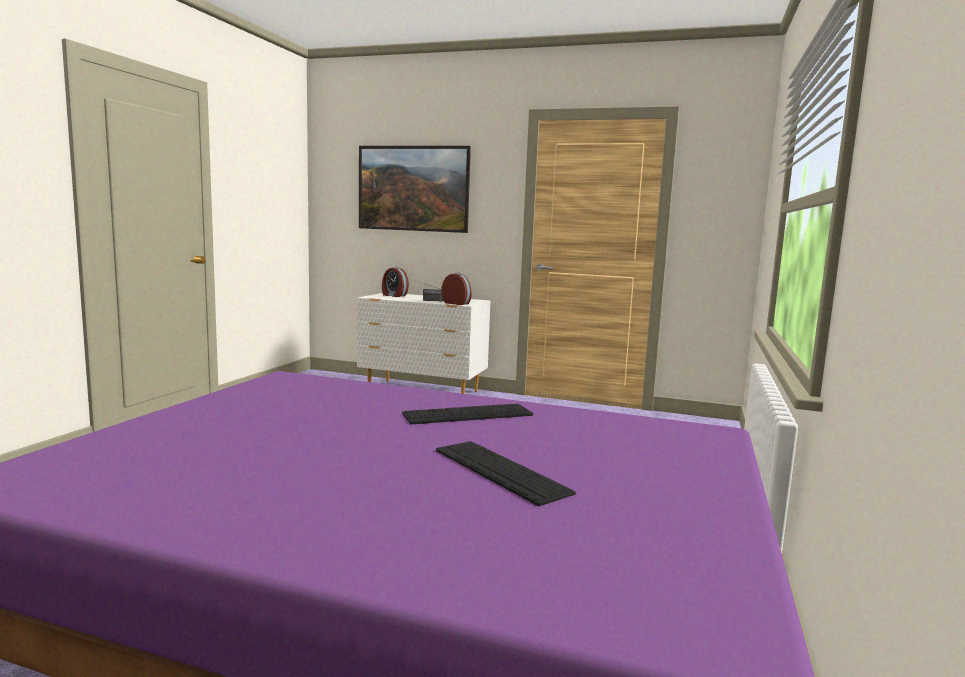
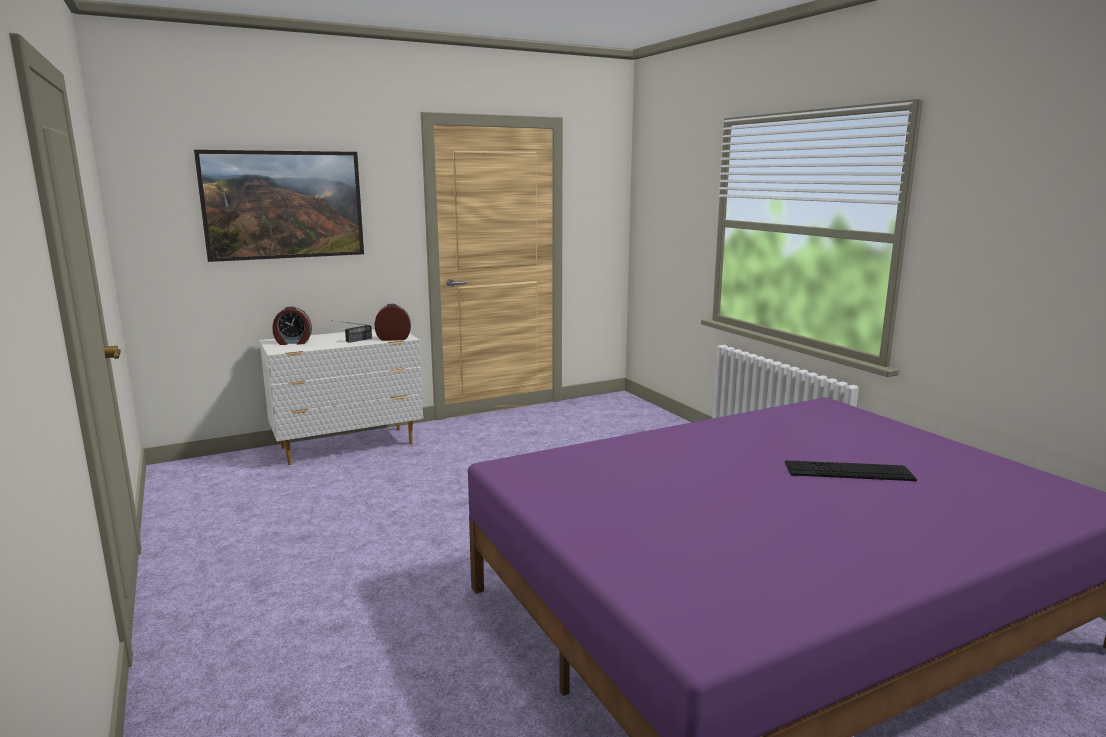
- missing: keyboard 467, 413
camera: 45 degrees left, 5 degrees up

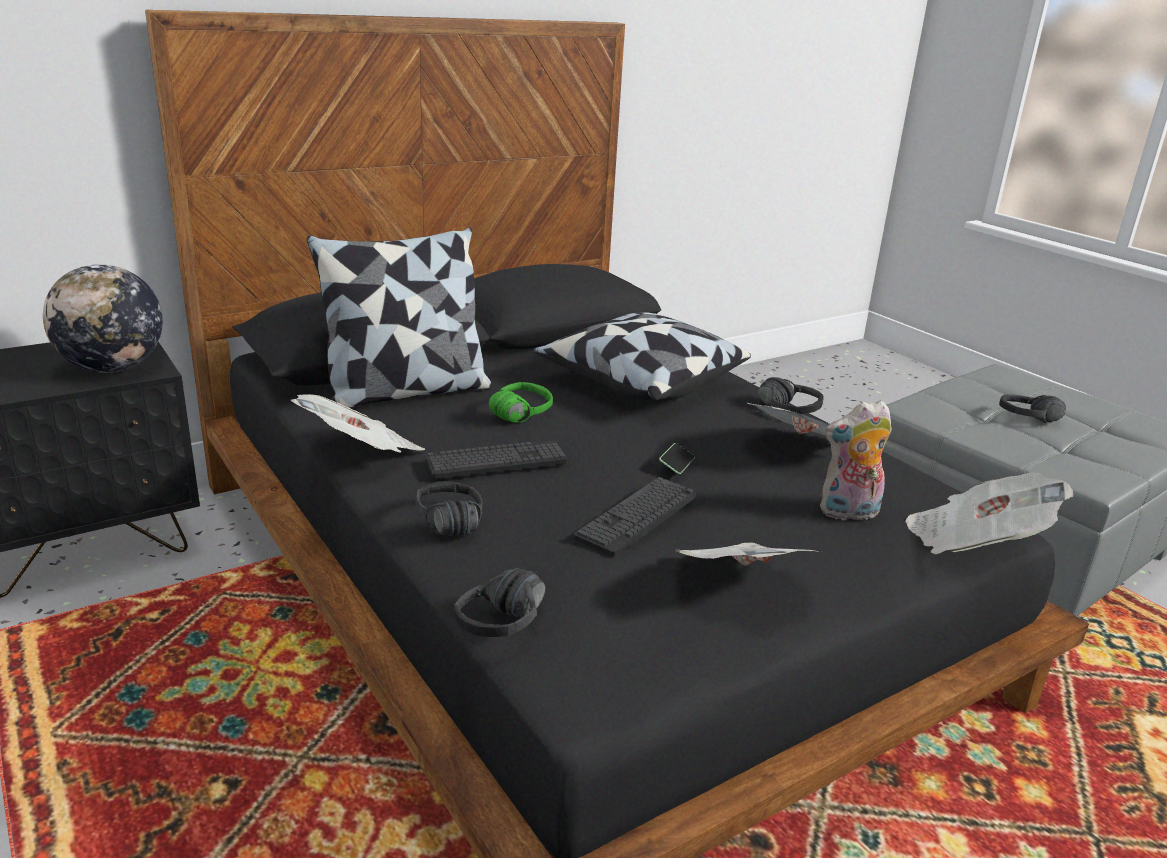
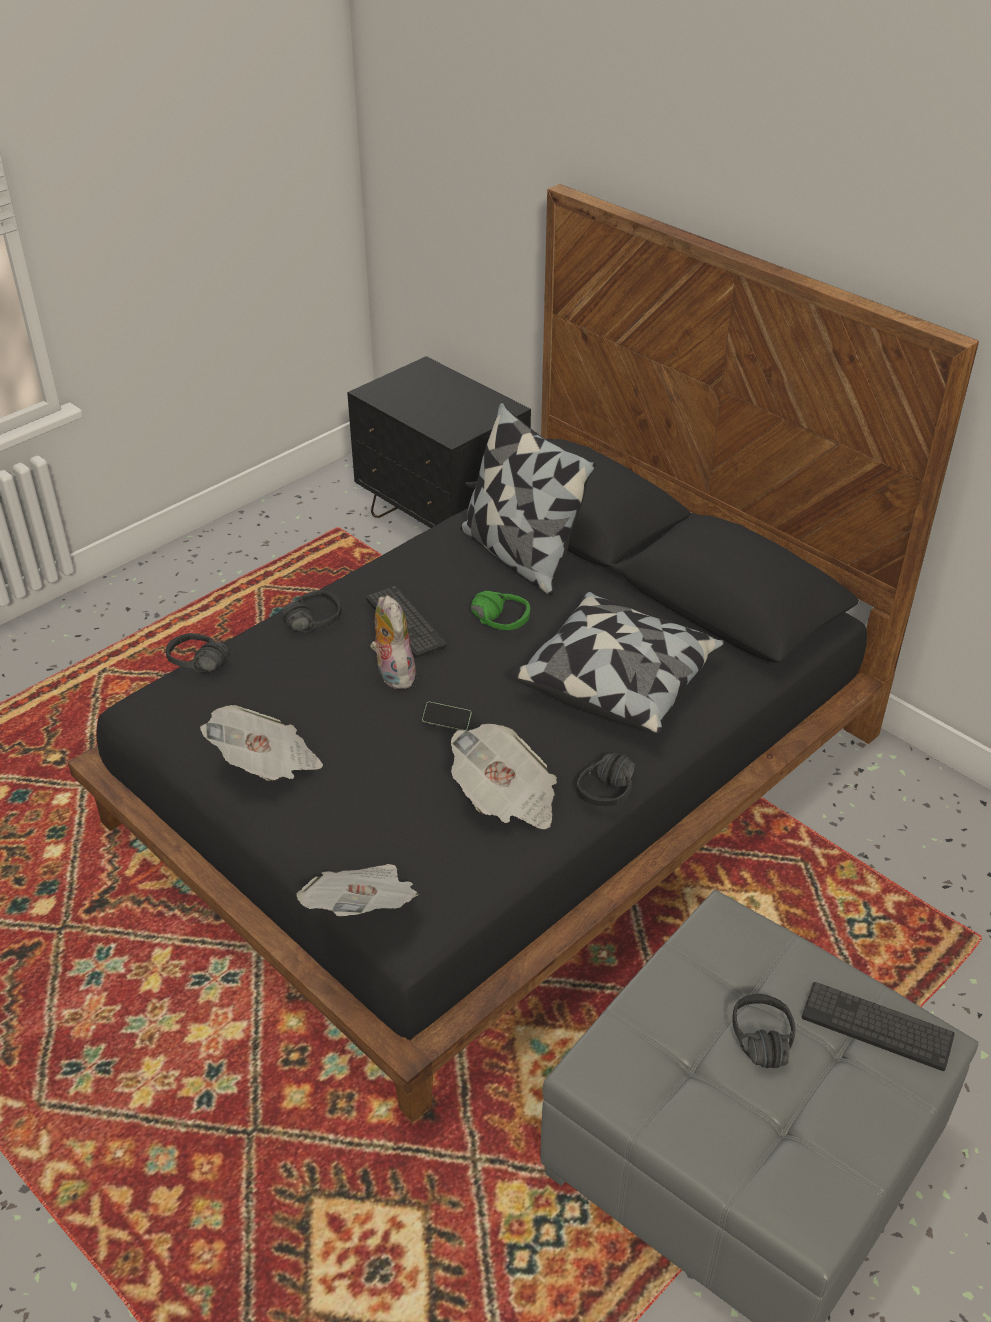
- relocated: cuddly toy 856, 460 to 393, 642
- relocated: keyboard 635, 517 to 878, 1026
- missing: world globe 103, 318
- missing: printed paper 357, 423
camera: 80 degrees right, 15 degrees up

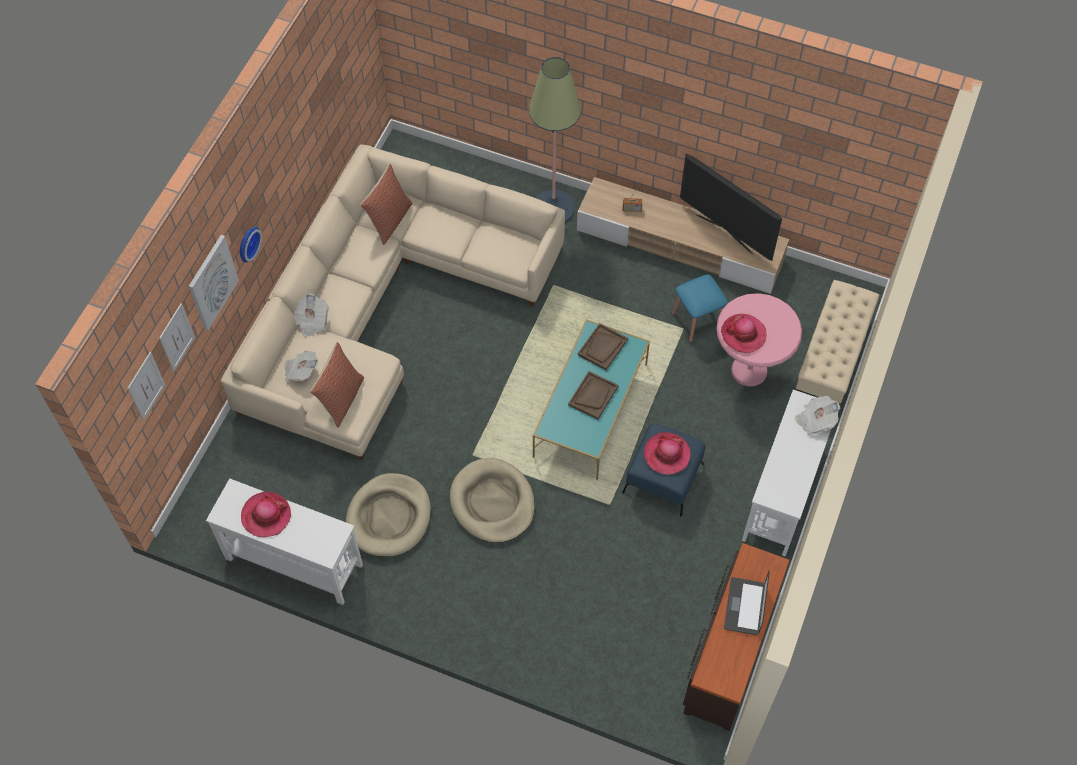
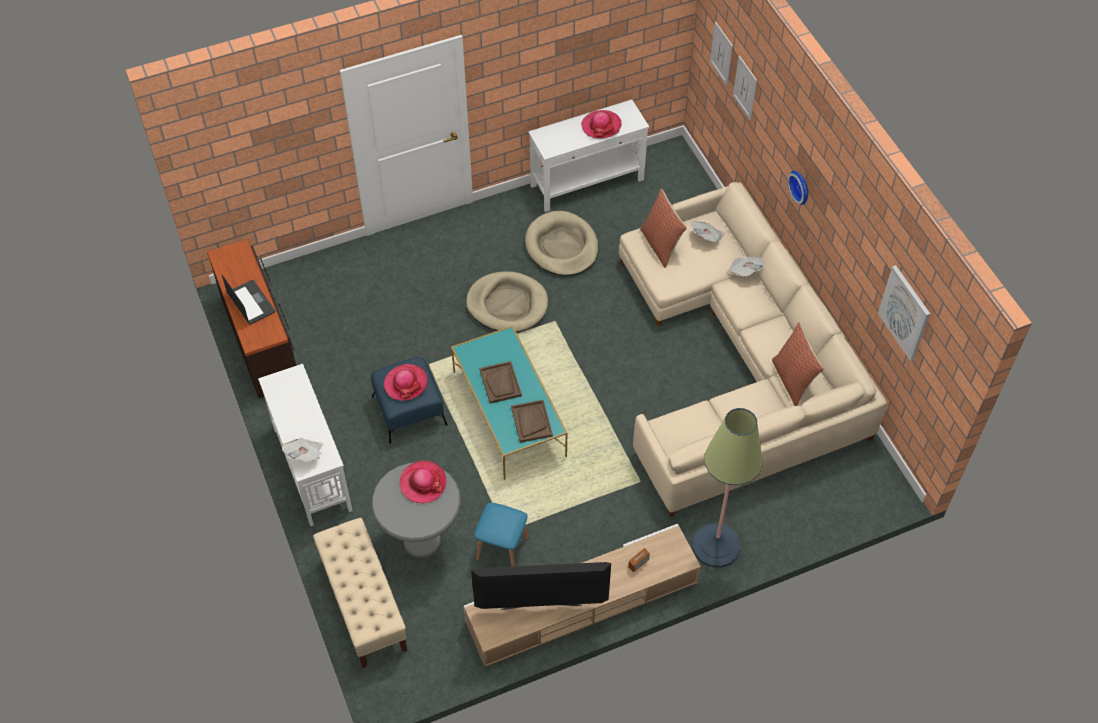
- colour: pink accent table 759, 339 to gray accent table 416, 510
- relocated: wall picture 214, 282 to 904, 313
camera: 135 degrees right, 5 degrees down

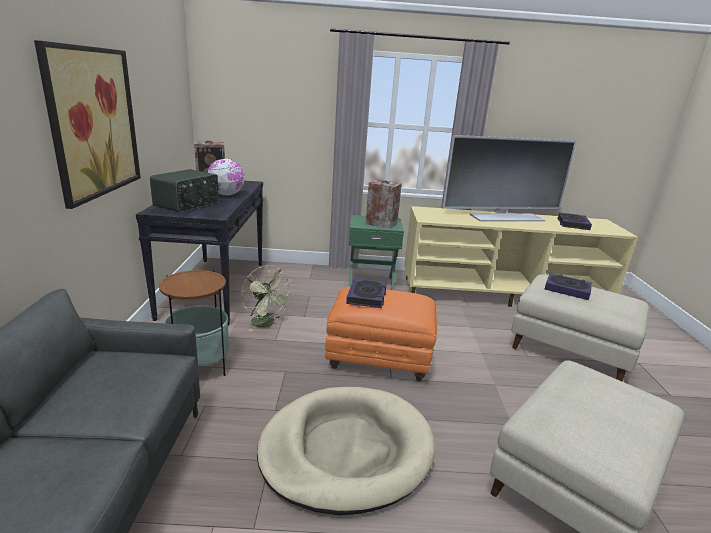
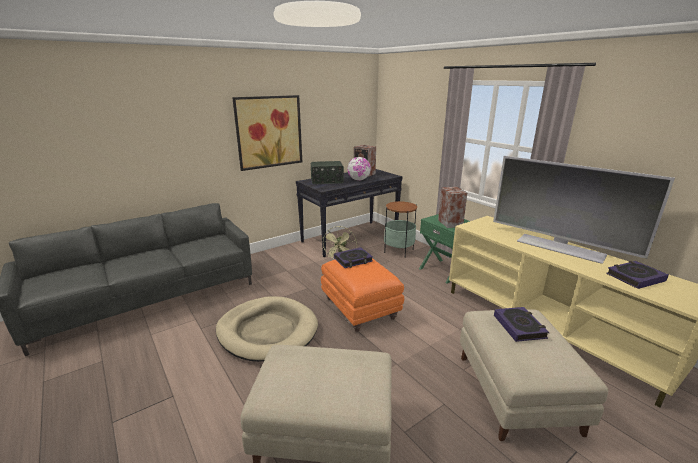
- relocated: accent table 194, 323 to 400, 229
camera: 55 degrees right, 0 degrees up

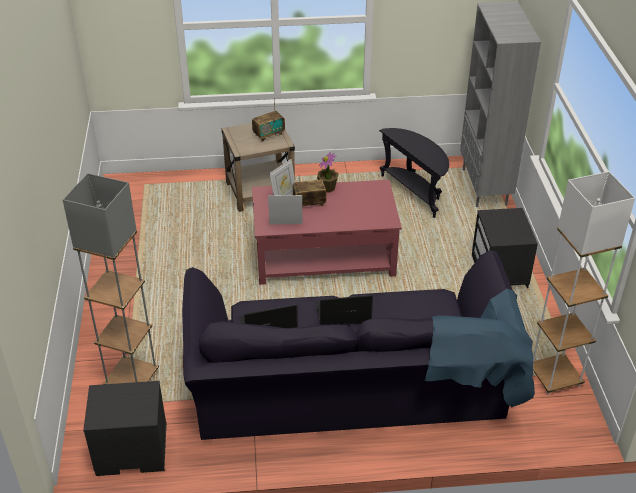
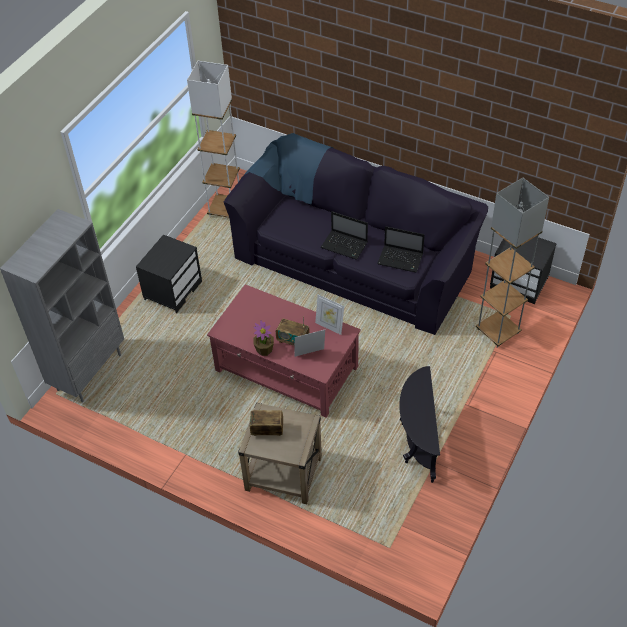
- relocated: black-coloured accent table 414, 173 to 419, 424
camera: 145 degrees left, 10 degrees up

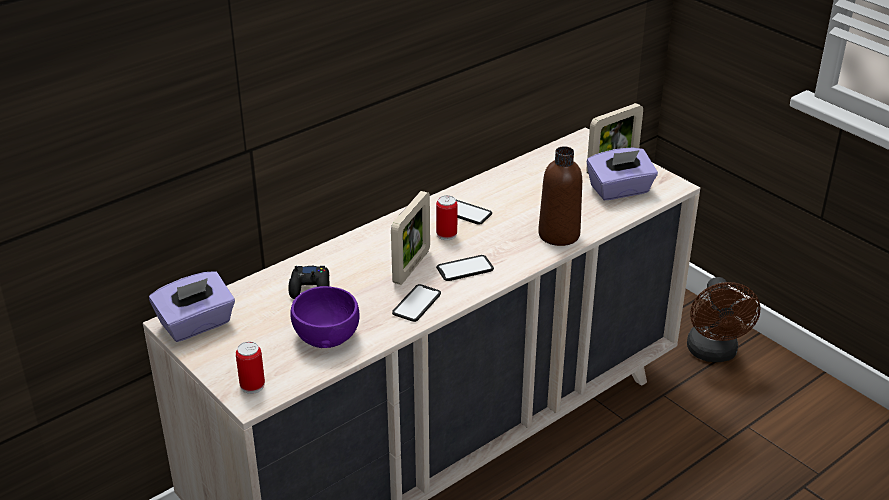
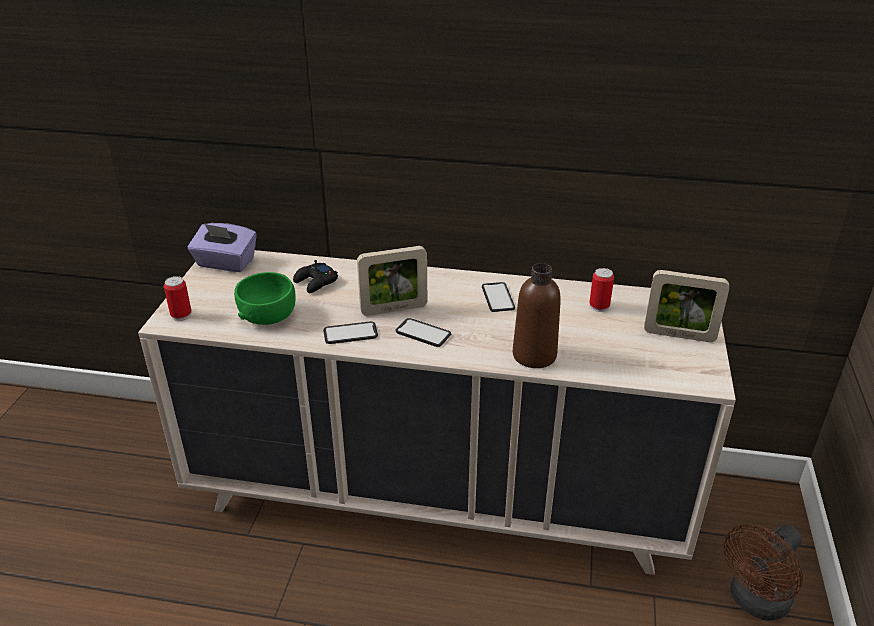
- colour: purple-coloured bowl 325, 317 to greenish bowl 265, 298
- relocated: sealed can 447, 217 to 601, 290
- missing: purple-coloured tissue box 622, 174
camera: 50 degrees right, 0 degrees up

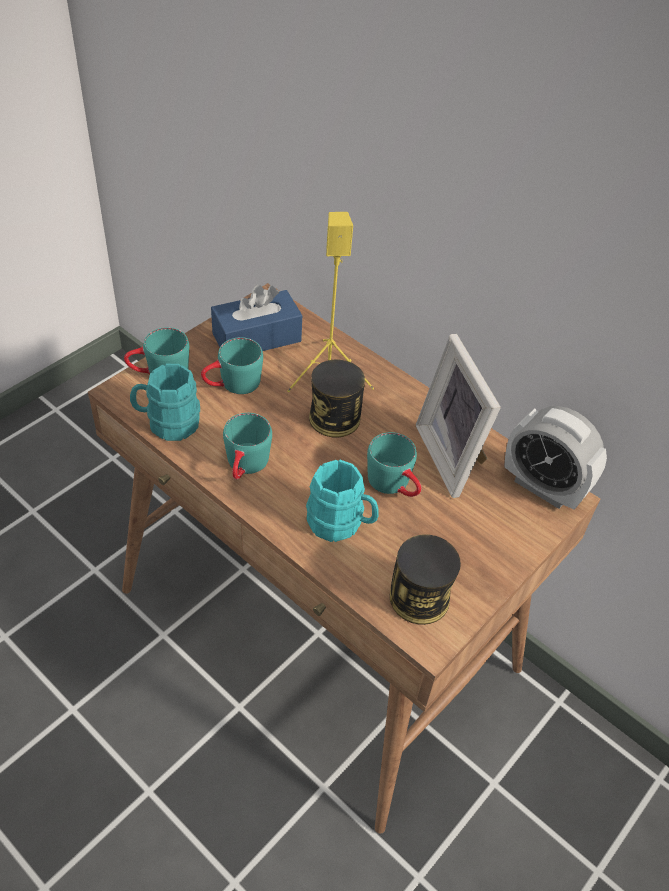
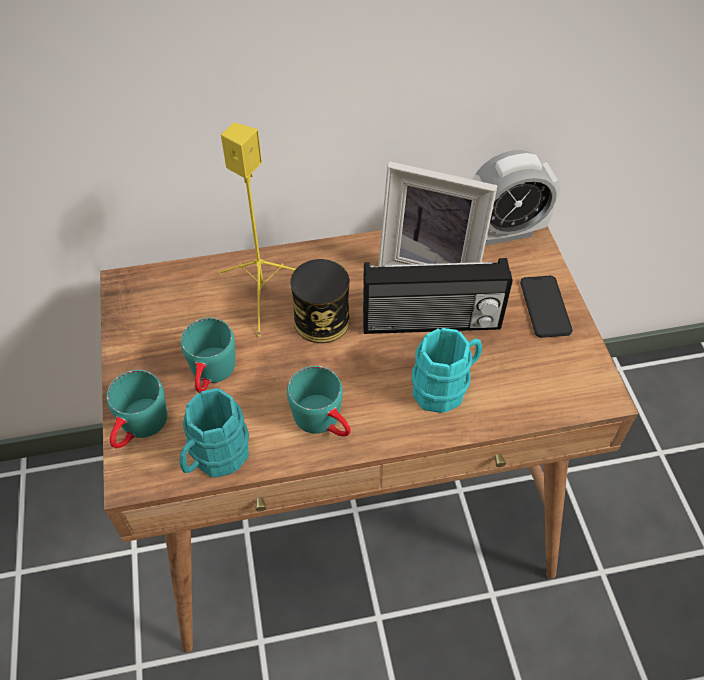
- exchanged: turquoise-coloured coffee mug 394, 464 to radio set 438, 296
- appeared: phone 546, 307
- missing: bluish tissue box 256, 318
- missing: sealed can 425, 579
camera: 50 degrees left, 5 degrees up

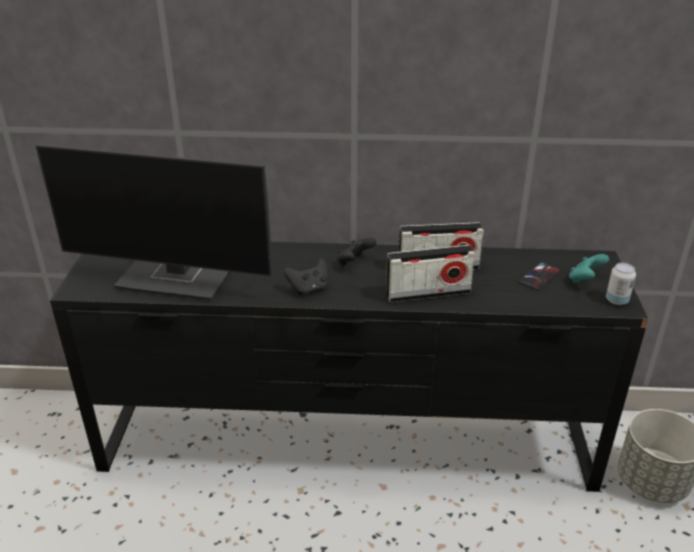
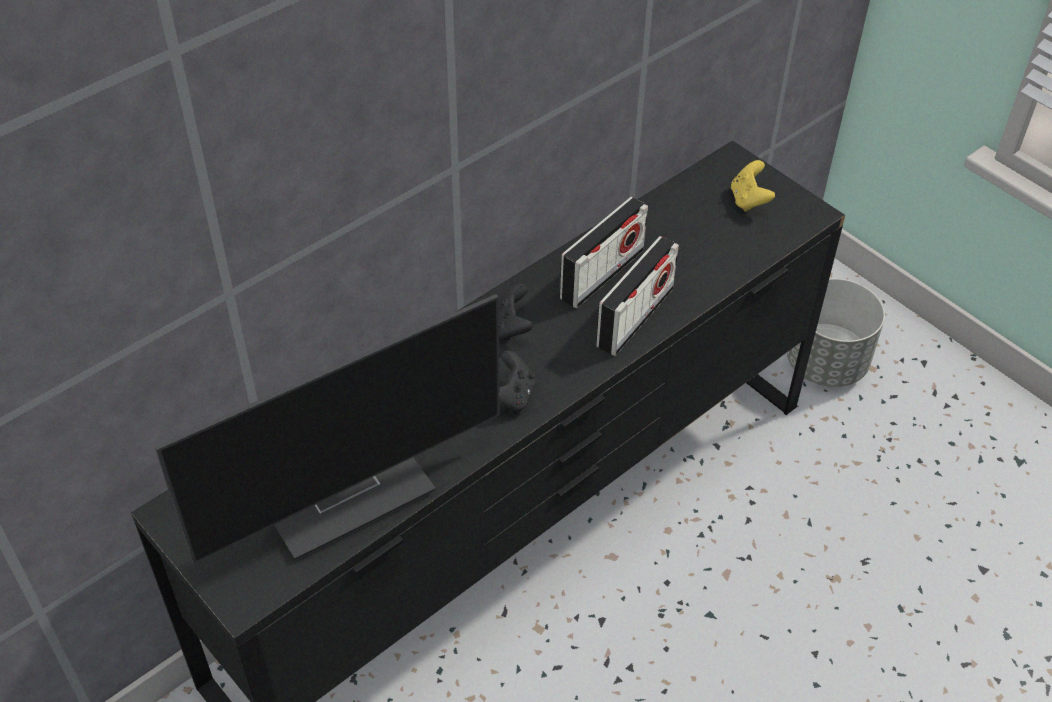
- colour: turquoise-coloured joypad 589, 268 to yellowish joypad 753, 186
- missing: phone 539, 276
- missing: sealed can 621, 284
camera: 45 degrees left, 15 degrees up

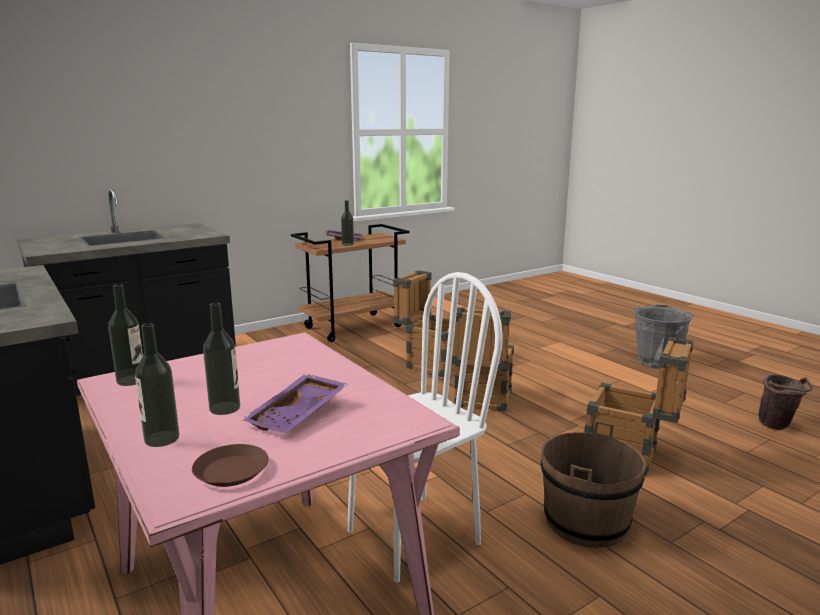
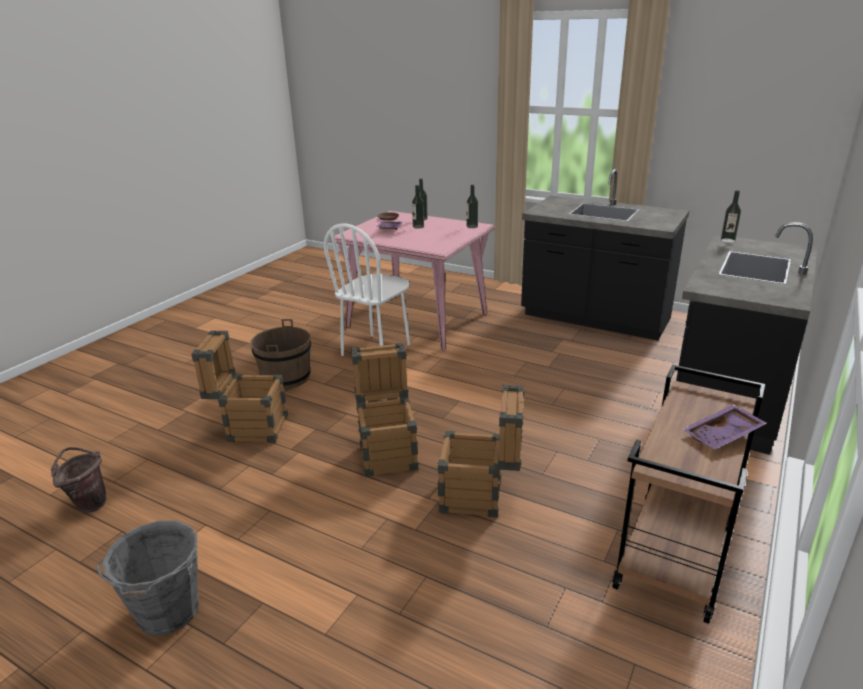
- relocated: bottle 347, 223 to 731, 216
camera: 155 degrees right, 10 degrees up

